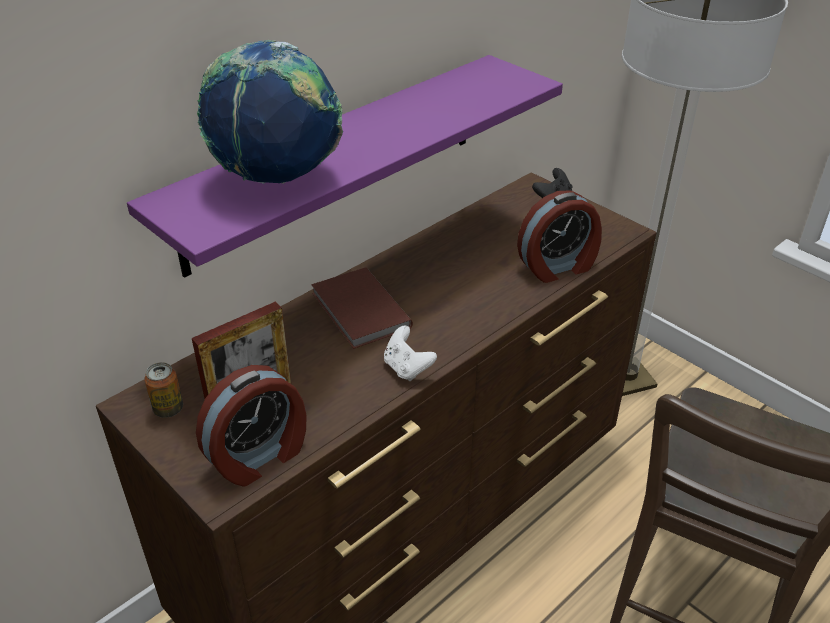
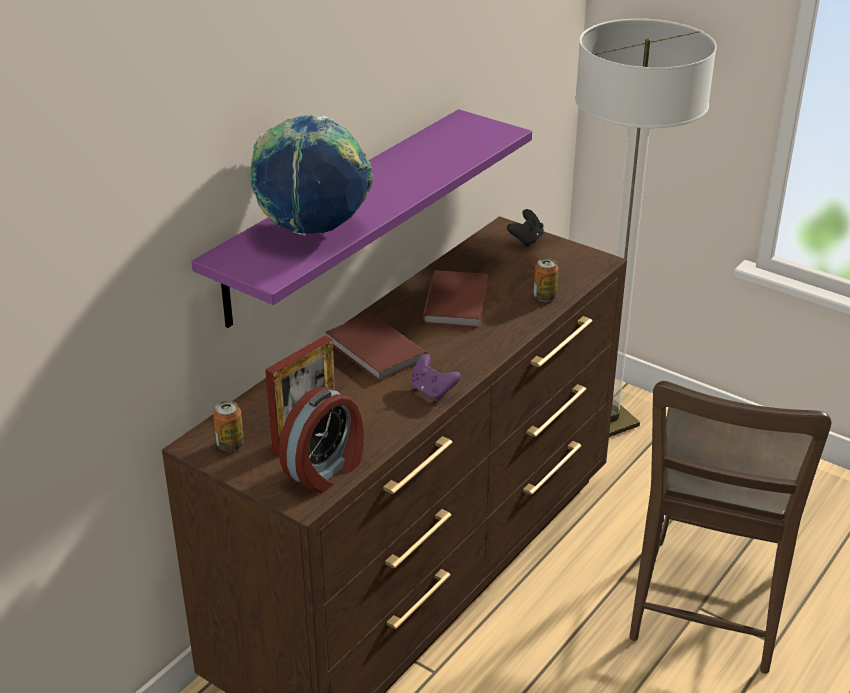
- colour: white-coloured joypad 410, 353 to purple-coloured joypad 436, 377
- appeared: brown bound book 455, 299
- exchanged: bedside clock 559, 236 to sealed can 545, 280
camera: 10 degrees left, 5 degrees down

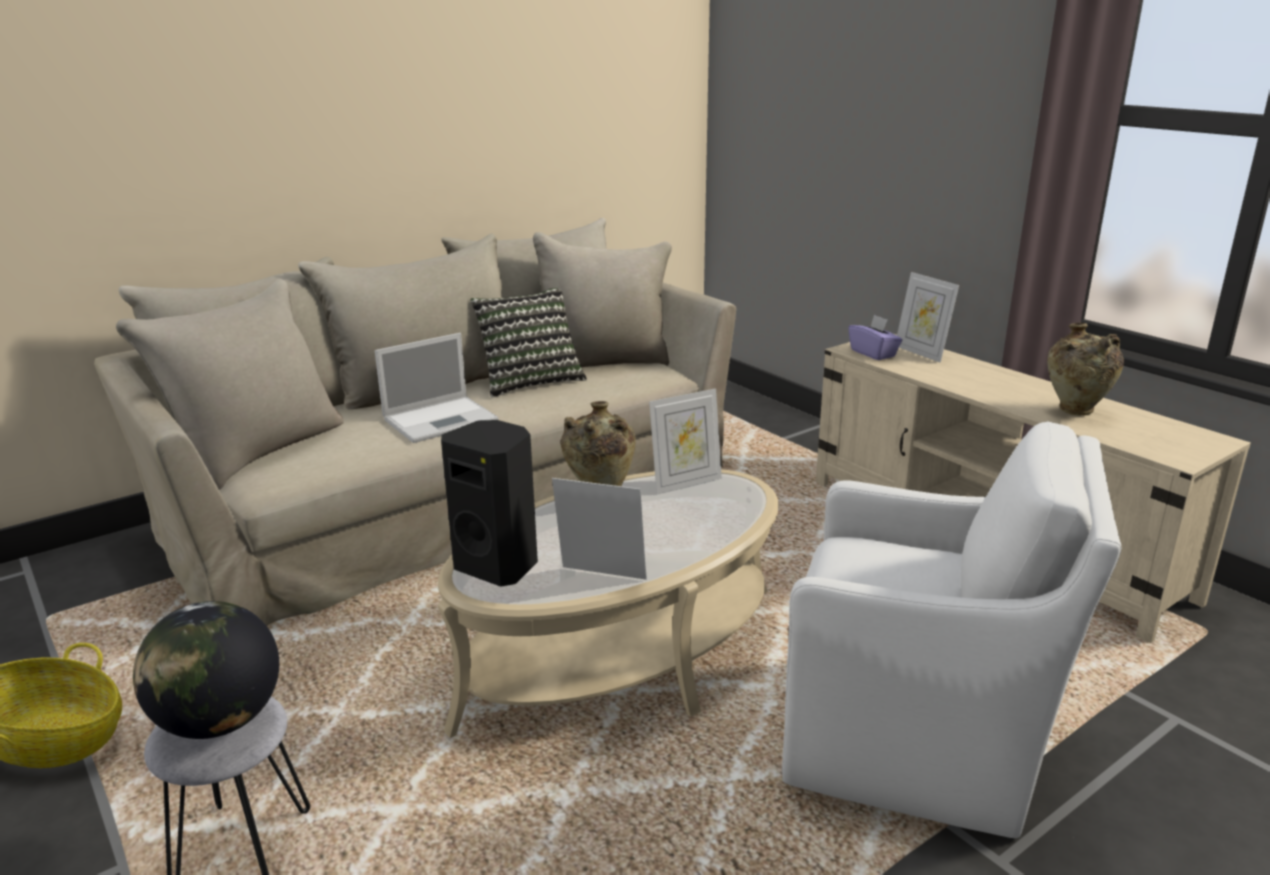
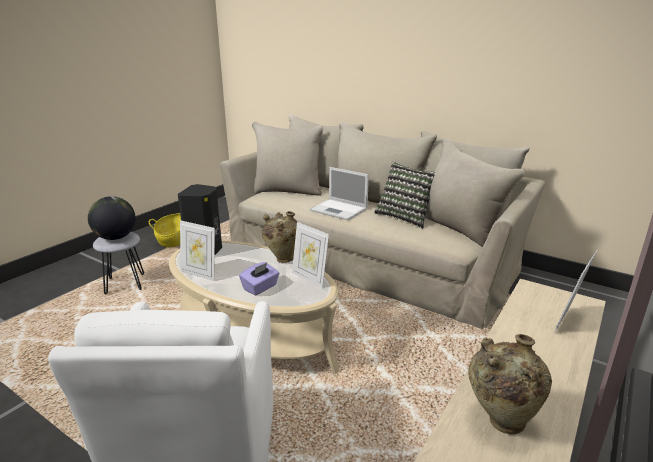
- spun: standing frame 599, 529 = 197, 250 120 degrees clockwise
- relocated: purple-coloured tissue box 875, 337 to 259, 279
camera: 70 degrees right, 0 degrees up

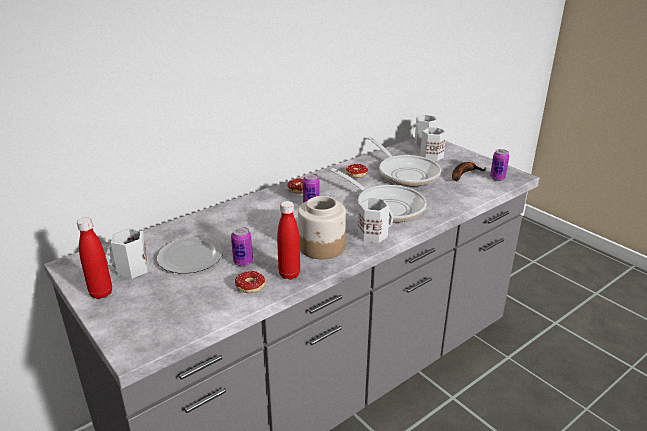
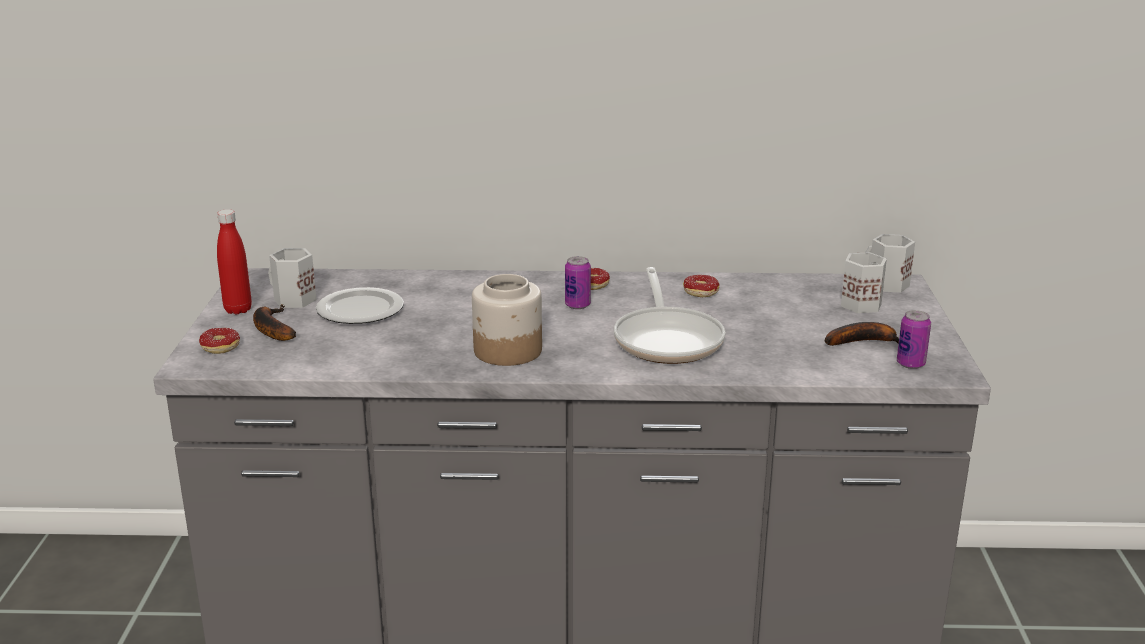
- relocated: doughnut 250, 282 to 213, 341
- appeared: whole banana 274, 322
- missing: sealed can 242, 246
- missing: reddish bottle 288, 240
- missing: white-coloured coffee mug 376, 220
- missing: skillet 404, 161
camera: 40 degrees right, 5 degrees down

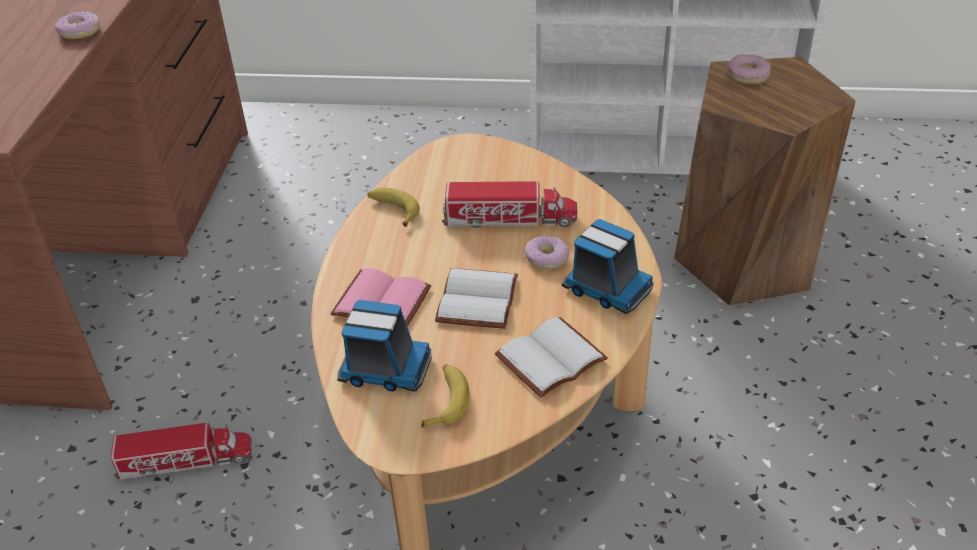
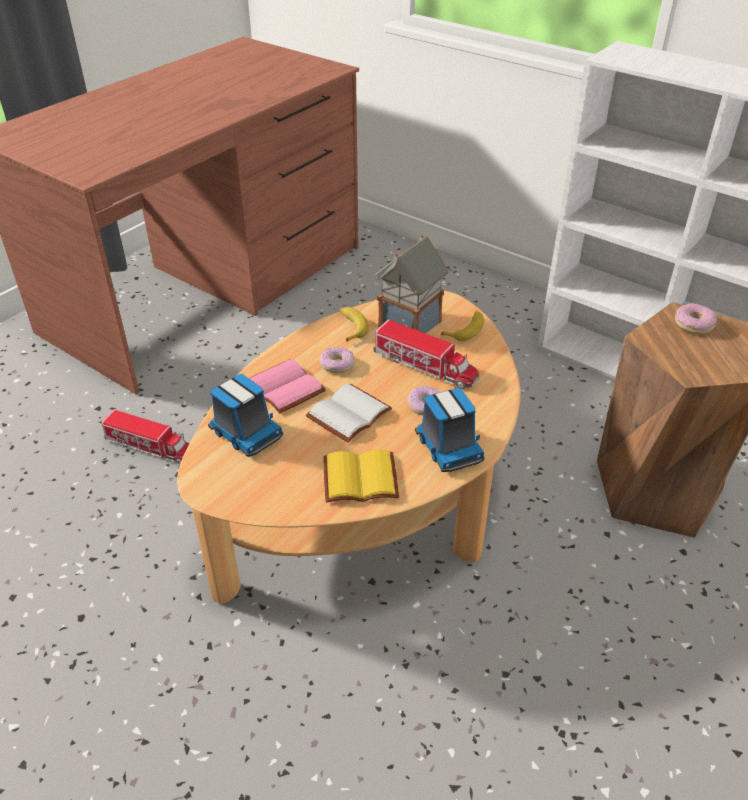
- relocated: doughnut 77, 25 to 337, 360
- colour: white-coloured bound book 551, 357 to yellowish bound book 361, 476
- appeared: miniature house 412, 284
- relocated: whole banana 445, 396 to 462, 325
camera: 30 degrees right, 0 degrees up

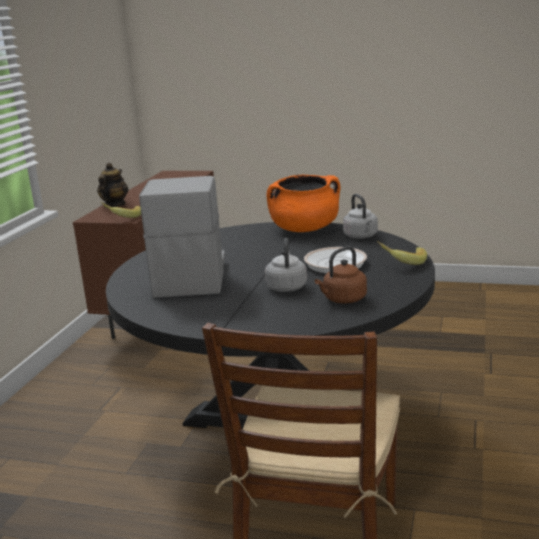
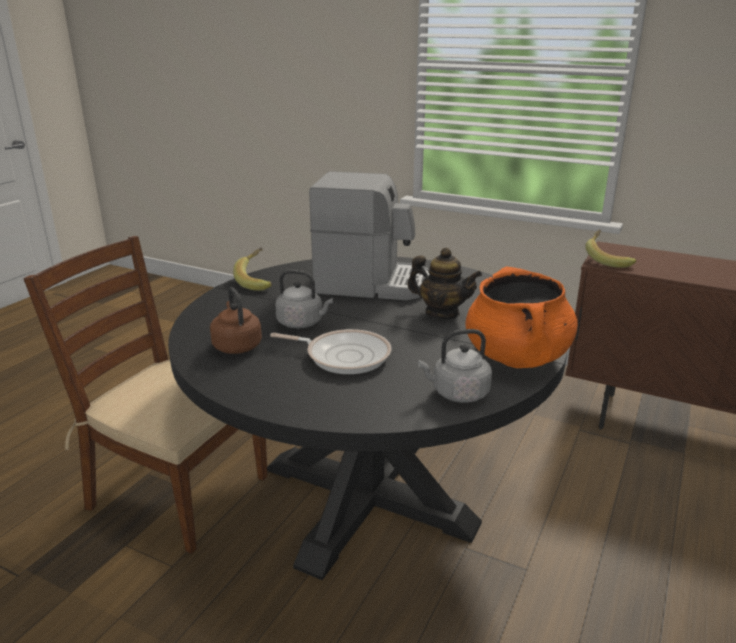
- relocated: whole banana 402, 253 to 252, 269
- relocated: tea pot 112, 185 to 444, 283
camera: 100 degrees right, 5 degrees up

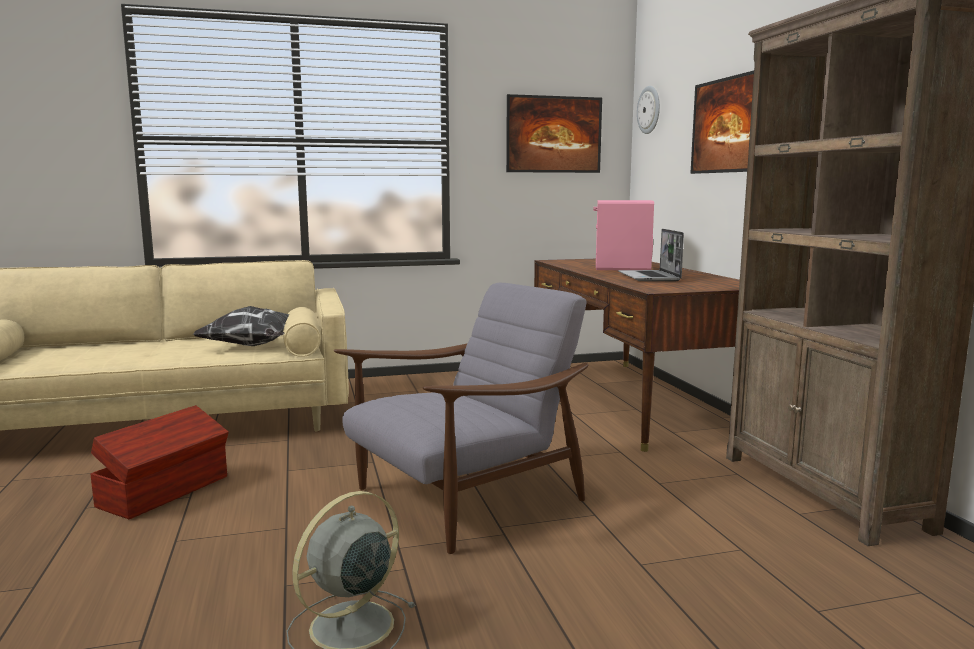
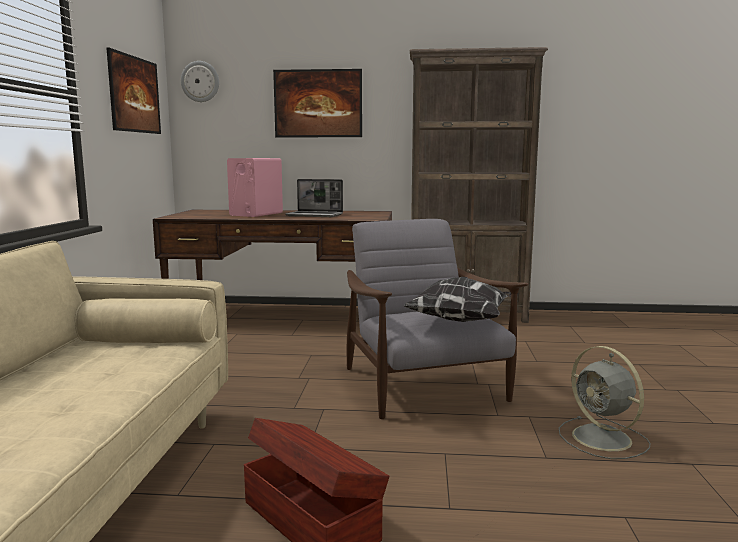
- relocated: cushion 241, 326 to 461, 299
camera: 70 degrees left, 0 degrees up

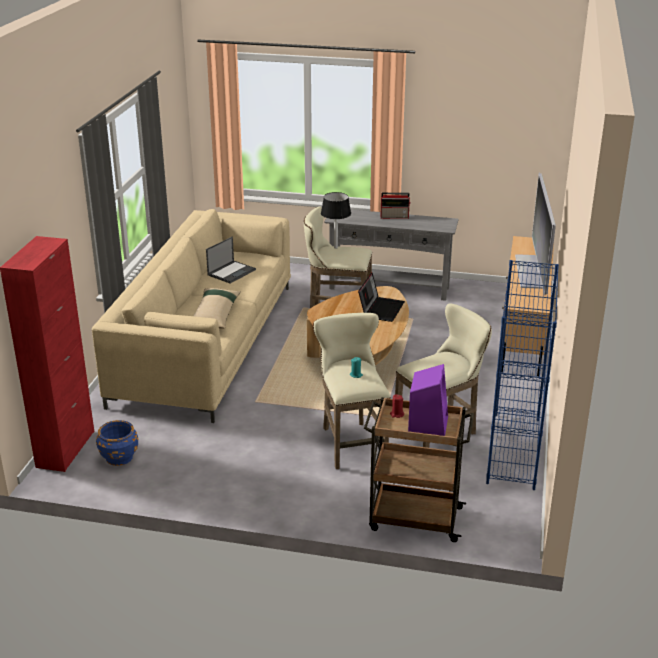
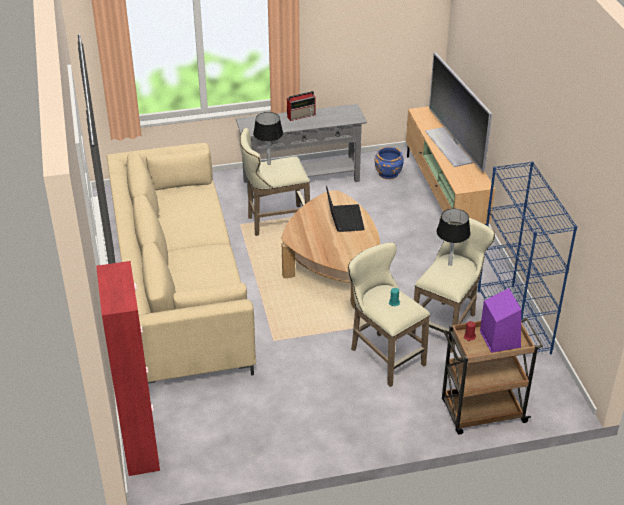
- relocated: bluish flower pot 117, 443 to 389, 163
- appeared: black-coloured lamp for a table 454, 237
- missing: beige-coloured cushion 217, 308
- missing: portable computer 231, 259
camera: 25 degrees left, 10 degrees up

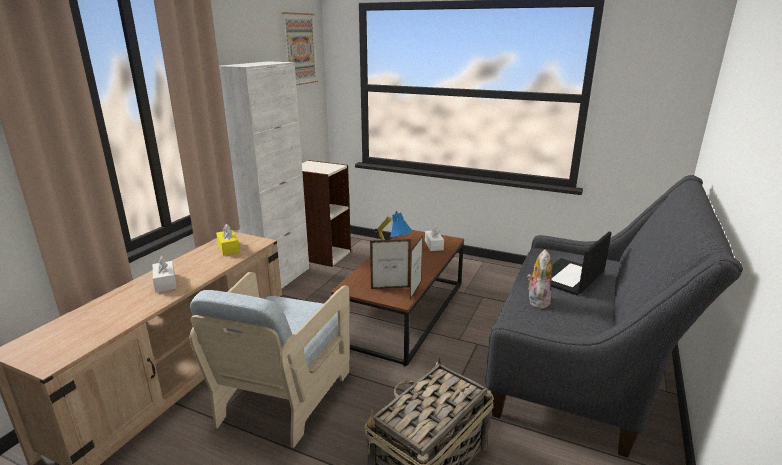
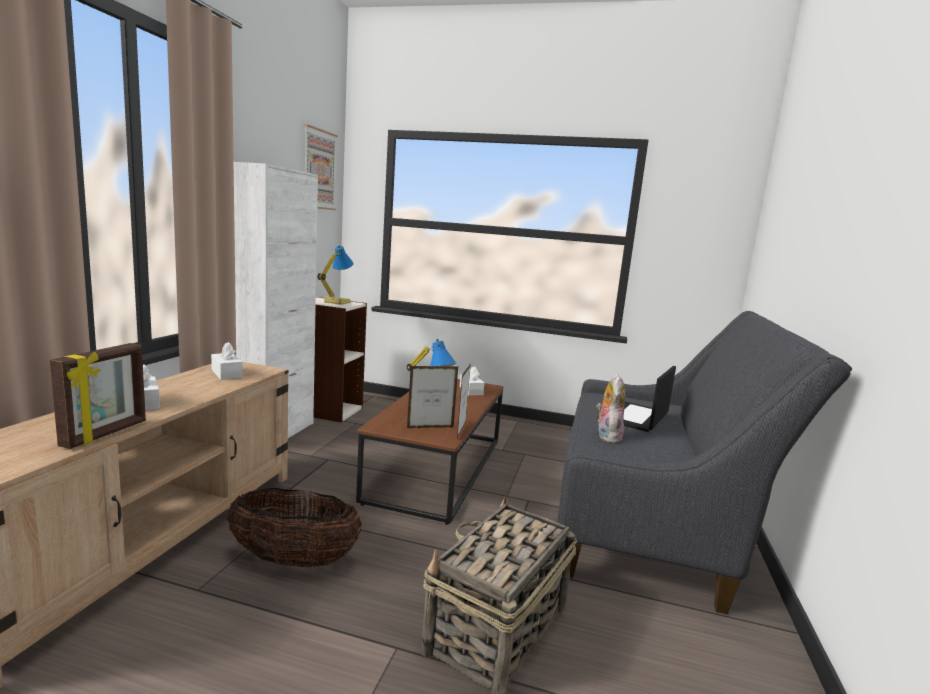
- appeared: standing frame 98, 396
- colour: yellowish tissue box 228, 239 to white-coloured tissue box 227, 361
- exchanged: beige-coloured armchair 270, 360 to household basket 294, 527
- appeared: lamp for a table 335, 275
camera: 10 degrees left, 10 degrees down

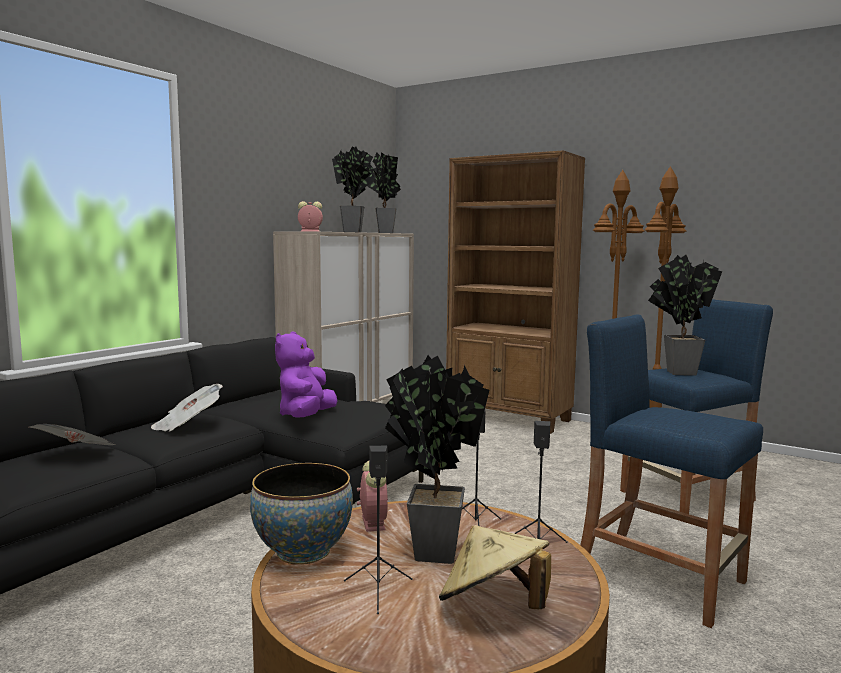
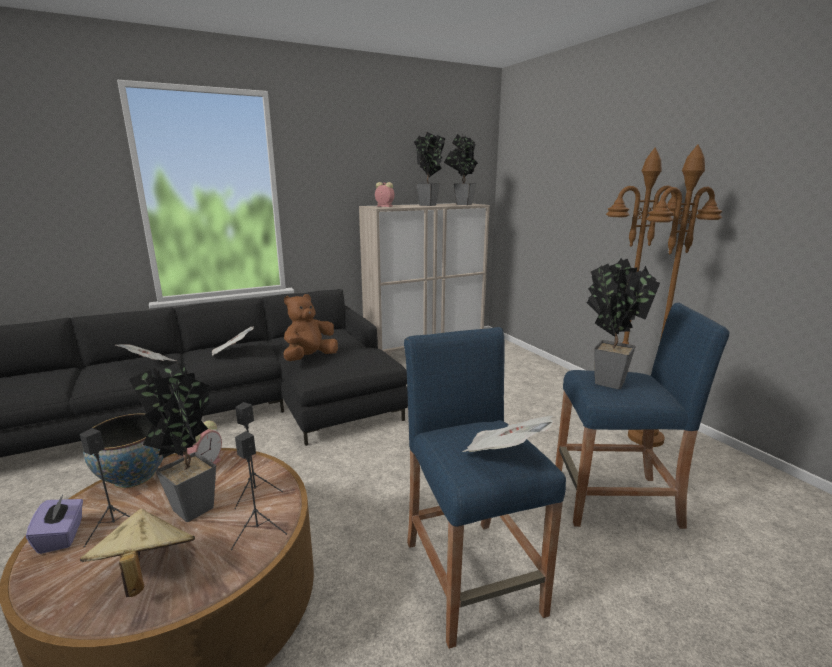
- appeared: purple-coloured tissue box 54, 524
- colour: purple-coloured cuddly toy 306, 374 to brown cuddly toy 310, 327
- appeared: printed paper 508, 434
- missing: brown bookshelf 515, 292
camera: 30 degrees right, 10 degrees up

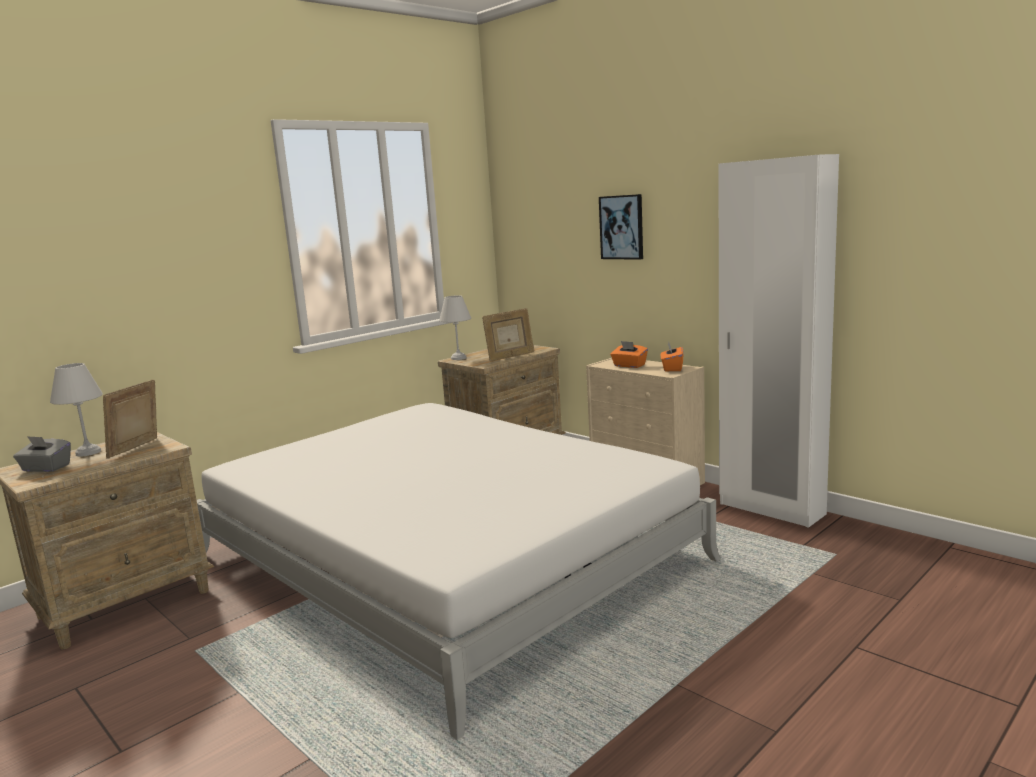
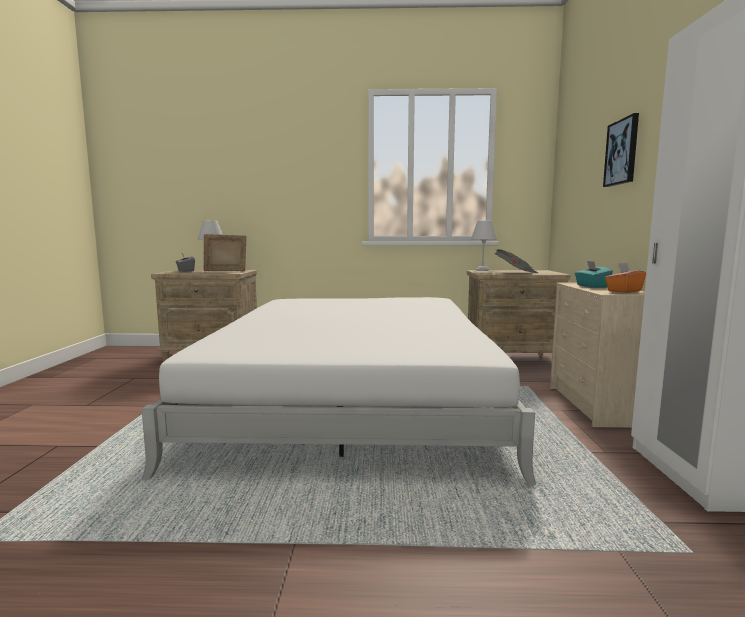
- exchanged: standing frame 508, 334 to printed paper 517, 261
- colour: orange-coloured tissue box 629, 354 to turquoise-coloured tissue box 594, 274
camera: 45 degrees right, 5 degrees down

